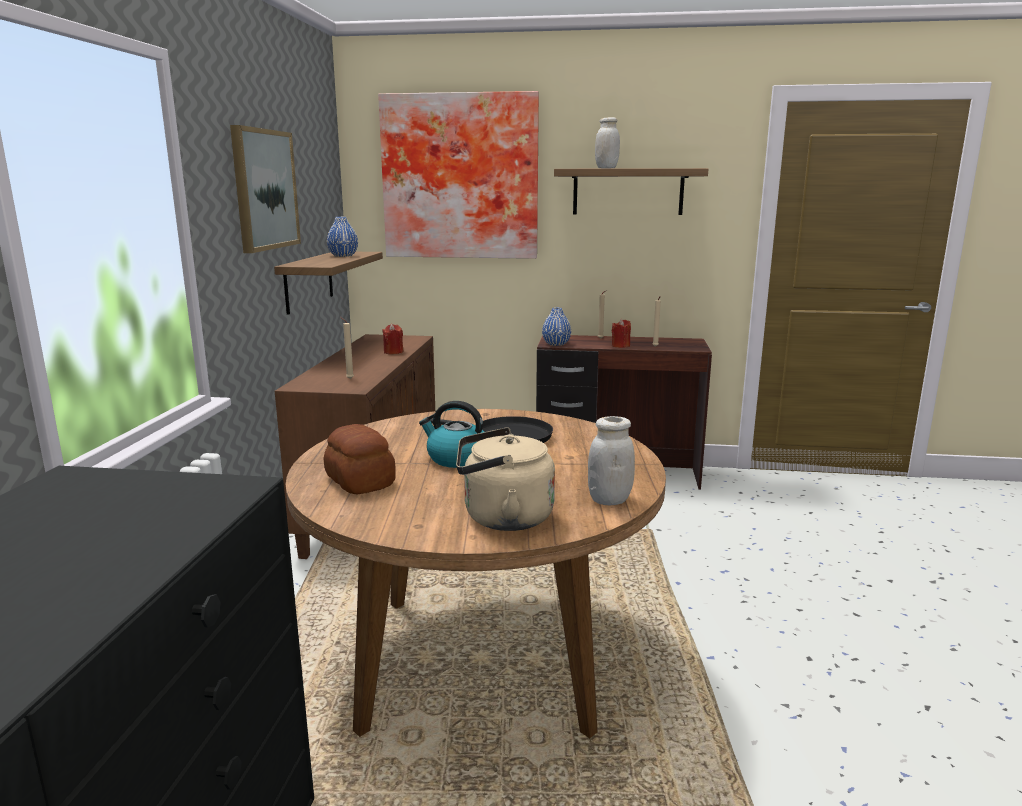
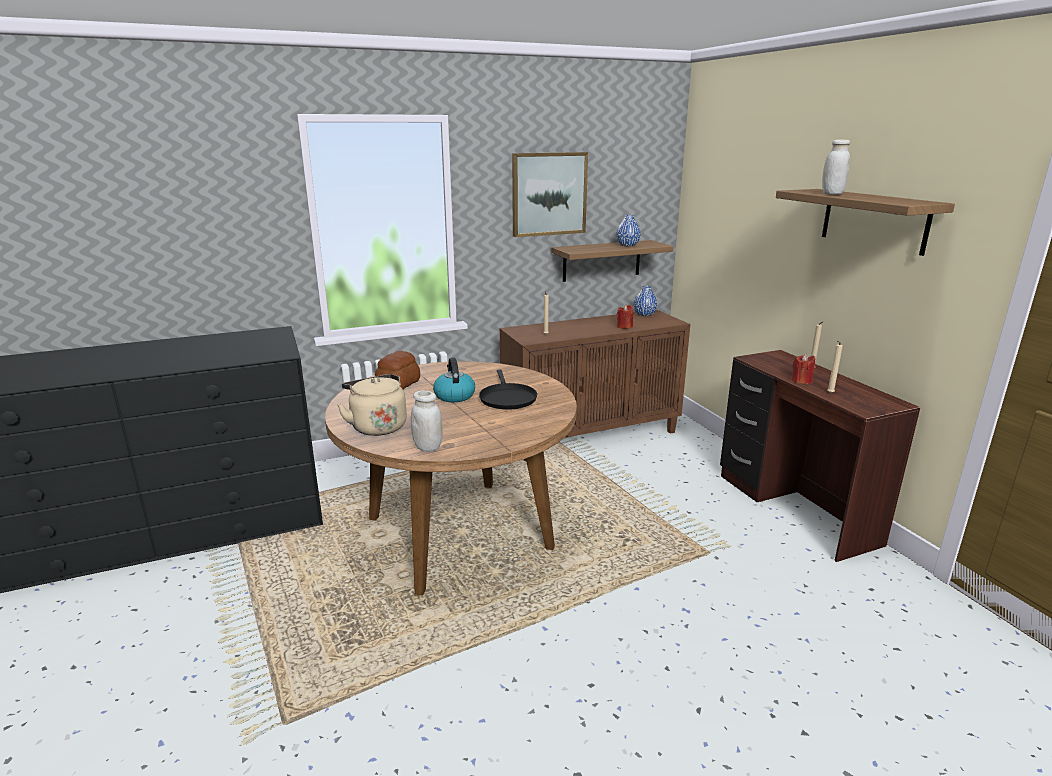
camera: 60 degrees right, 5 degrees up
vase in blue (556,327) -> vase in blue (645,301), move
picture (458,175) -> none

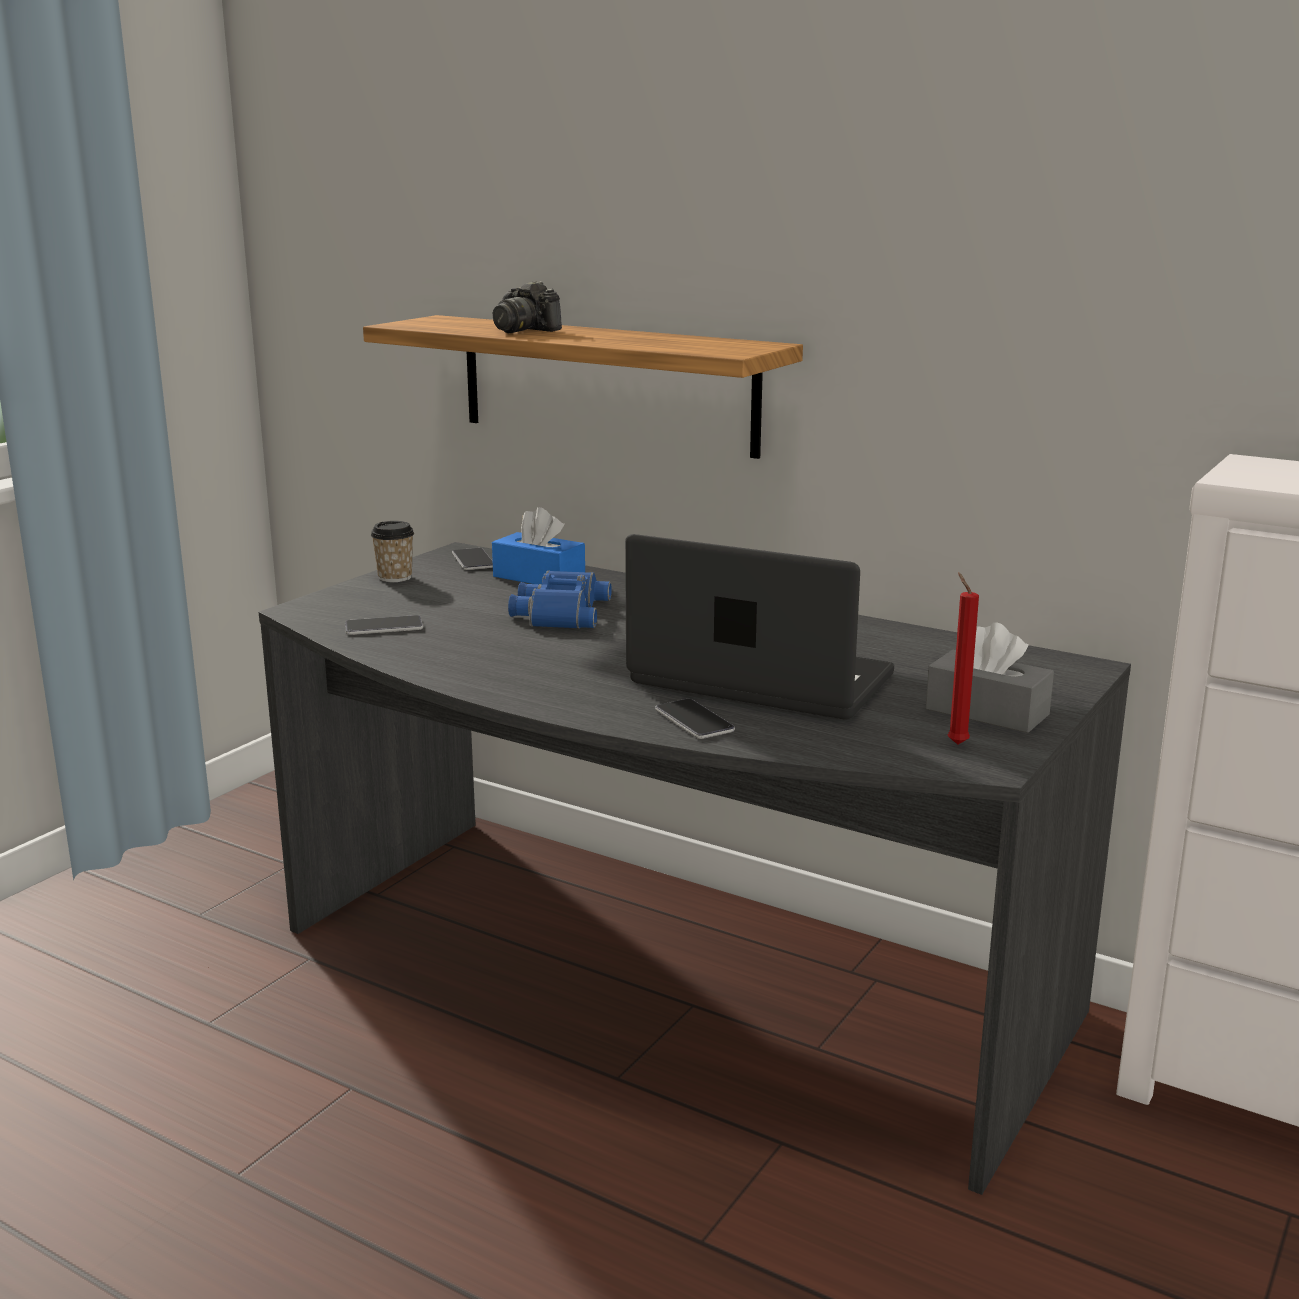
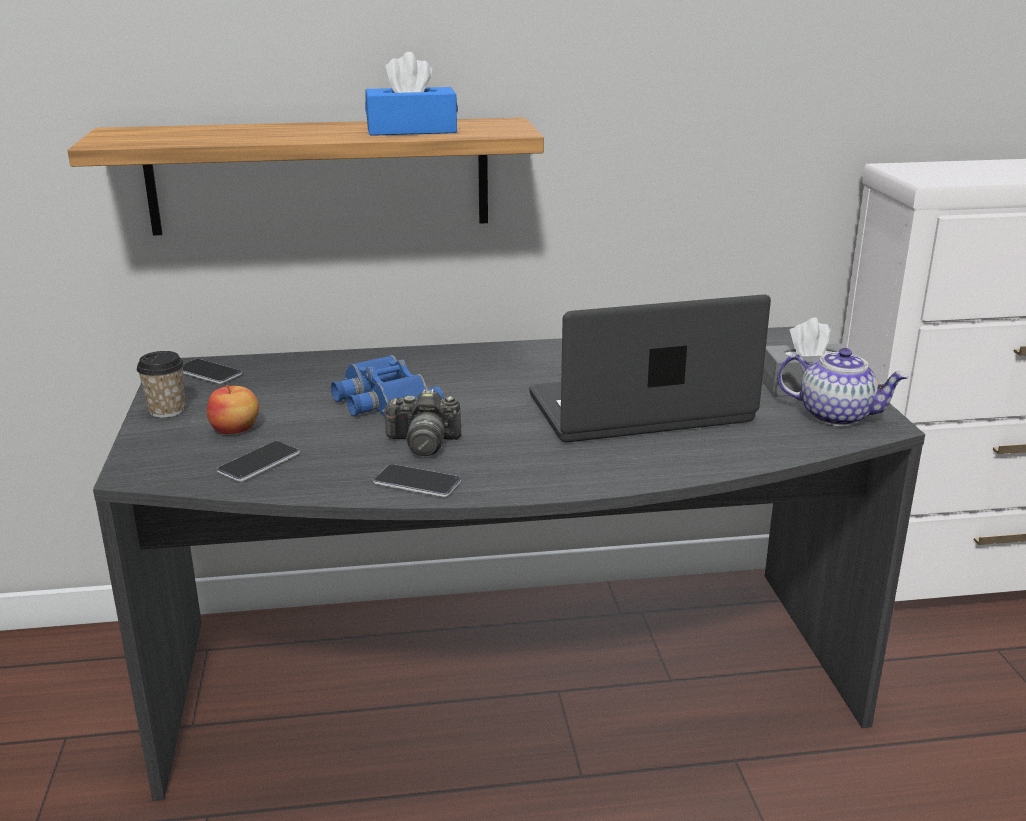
camera: 40 degrees left, 5 degrees up
none -> apple (233,409)
tissue box in blue (538,545) -> tissue box in blue (411,94), move
phone (695,719) -> phone (417,481), move
photo camera (527,307) -> photo camera (421,422), move
candle in red (963,658) -> teapot (843,387)

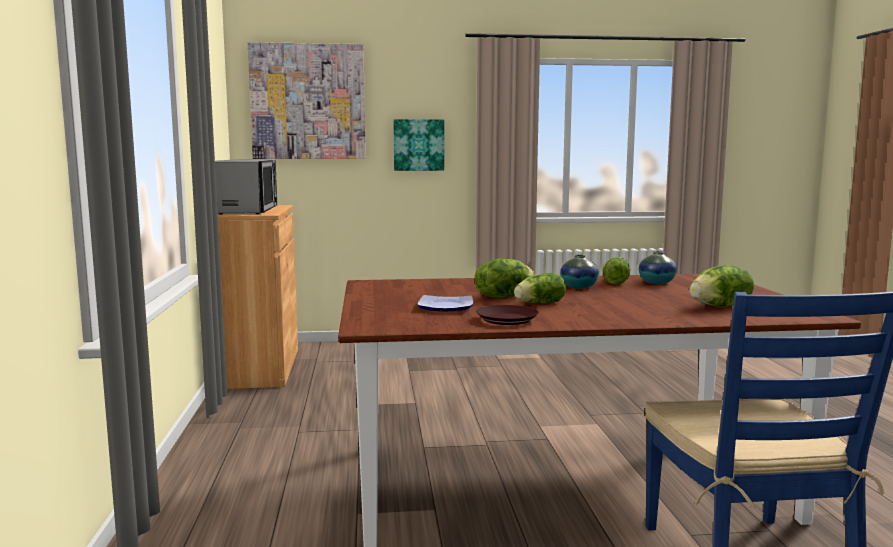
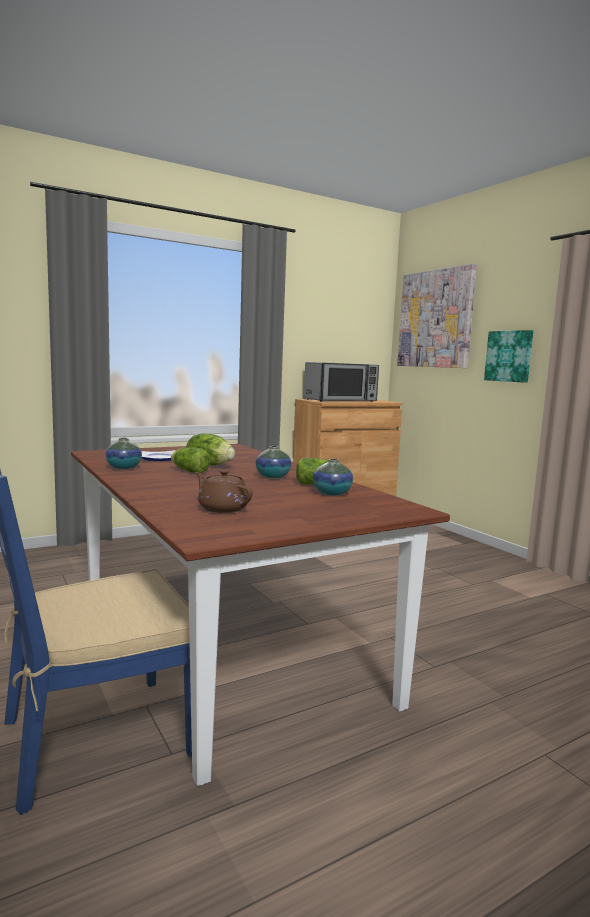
camera: 65 degrees right, 0 degrees up
plate in brown (507,315) -> vase (124,453)
lettuce (721,286) -> teapot in brown (224,491)

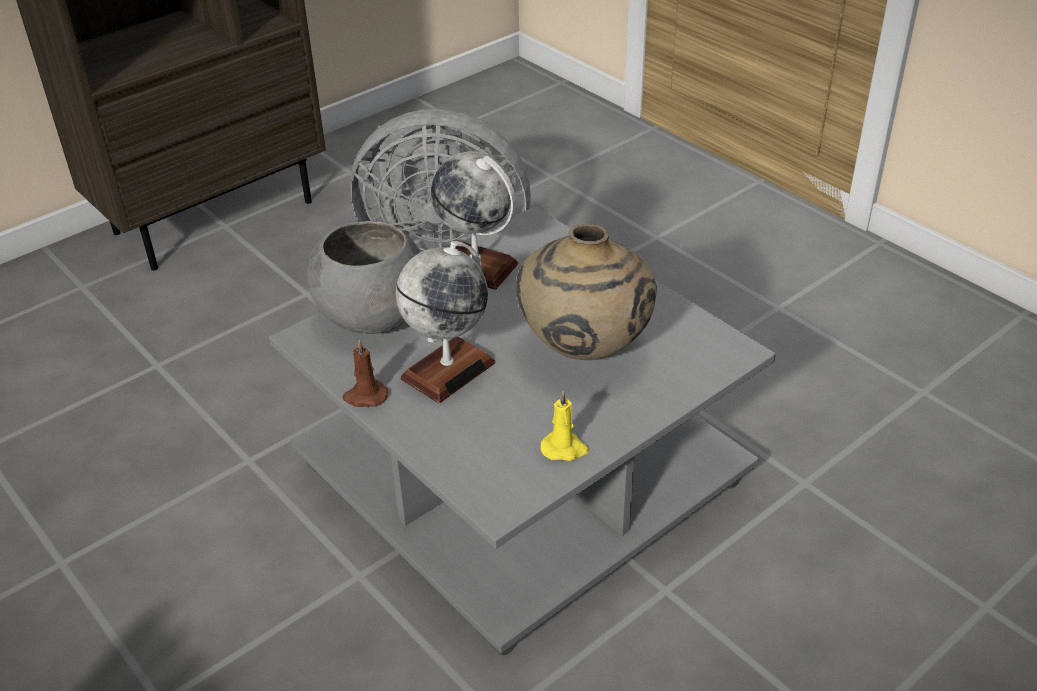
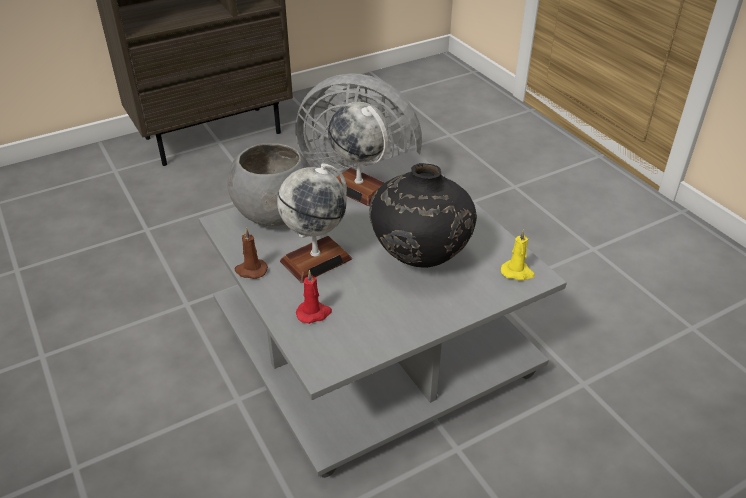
camera: 10 degrees right, 0 degrees up
none -> candle in red (314,297)
vase in beige (586,292) -> vase in black (423,215)
candle in yellow (565,425) -> candle in yellow (518,255), move

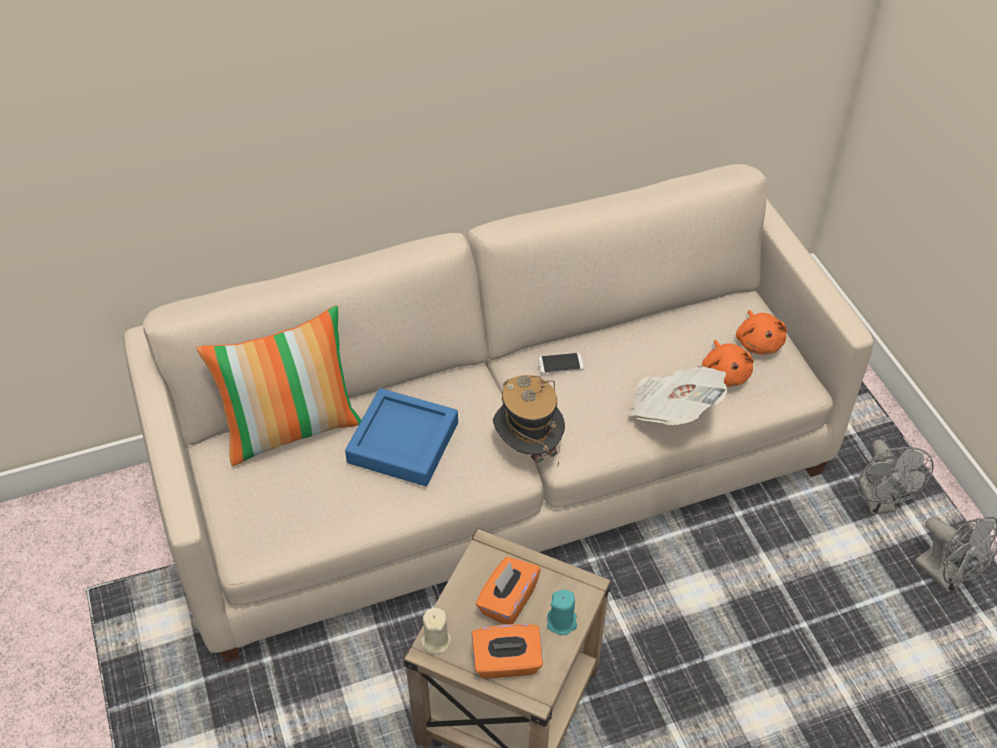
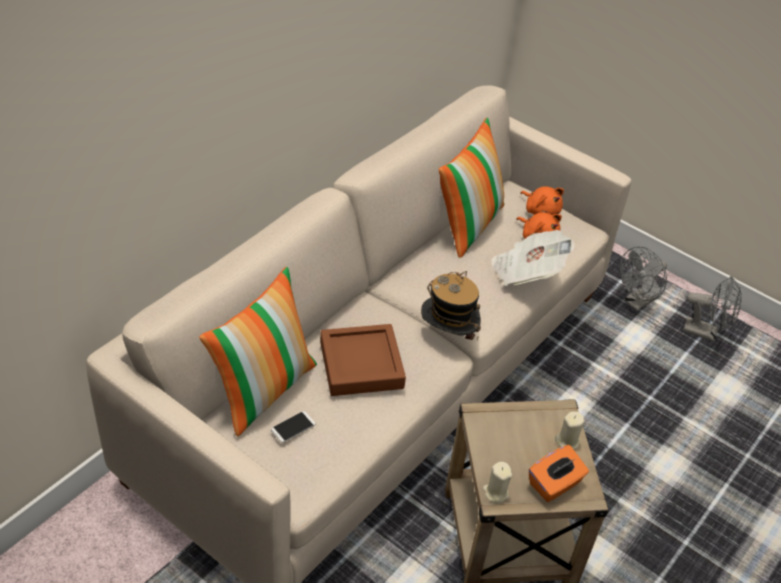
camera: 35 degrees left, 5 degrees down
phone (561,363) -> phone (293,427), move
tray in blue (401,437) -> tray in brown (363,360)
none -> pillow (471,188)
candle in turquoise (562,612) -> candle in beige (569,430)
fan in grey (896,476) -> fan in grey (643,279), 90 degrees clockwise
tissue box in orange (508,590) -> none

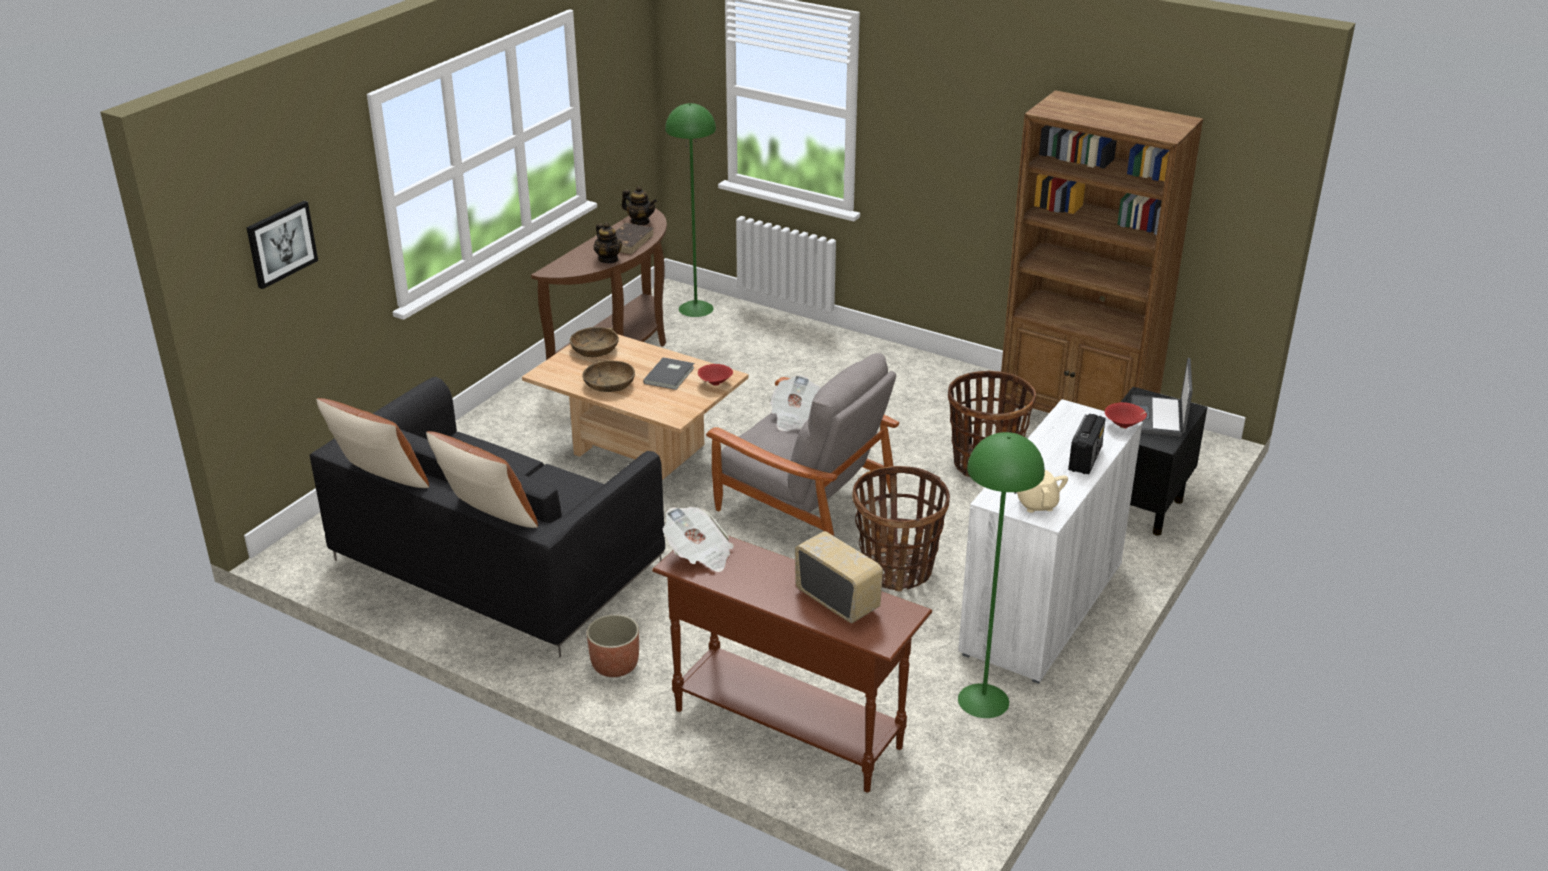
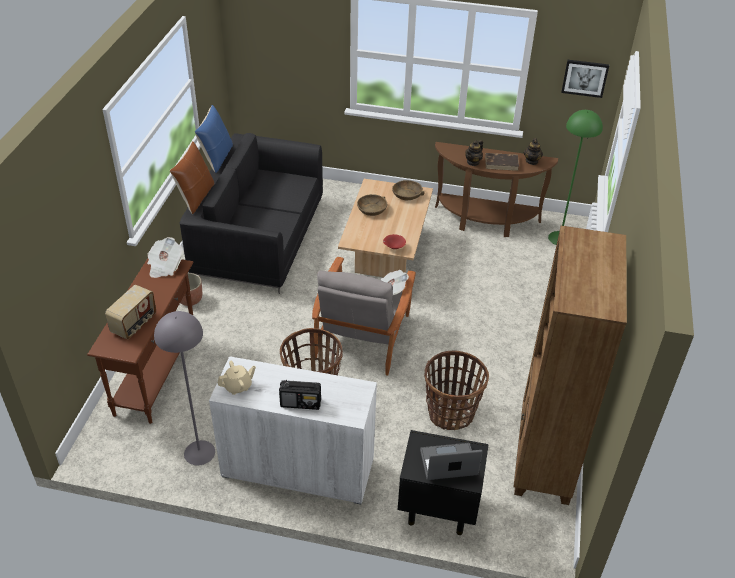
camera: 70 degrees right, 10 degrees up
floor lamp in green (1001,575) -> floor lamp in grey (184,388)
pillow in brown (372,443) -> pillow in blue (214,139)
picture (282,245) -> picture (585,79), move
book in grey (669,373) -> none
bowl in red (1126,415) -> none

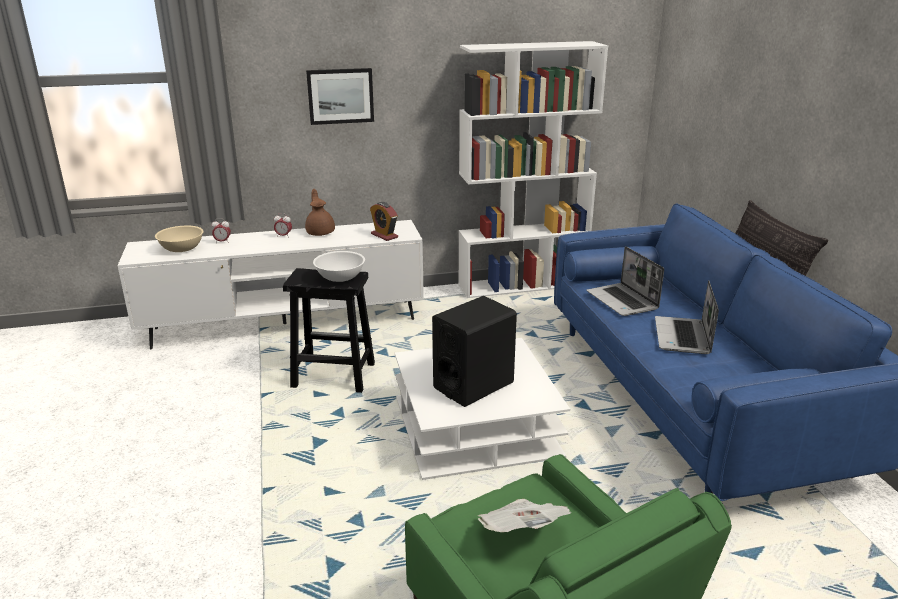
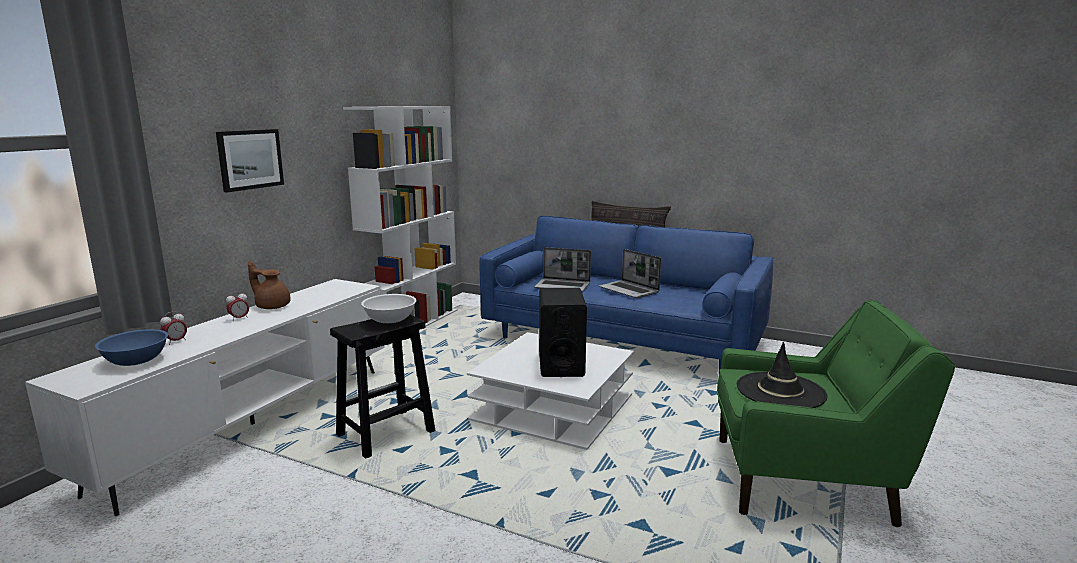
camera: 50 degrees left, 10 degrees down
bowl in beige (179,239) -> bowl in blue (131,347)
newspaper (524,515) -> hat in black (782,375)
alarm clock (384,221) -> none

